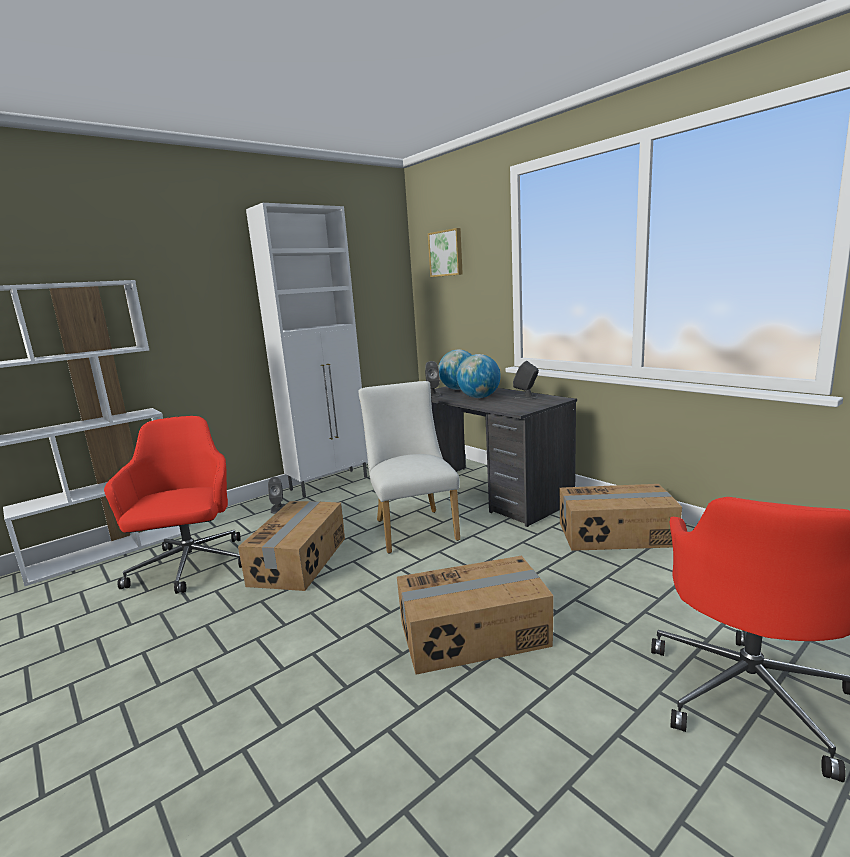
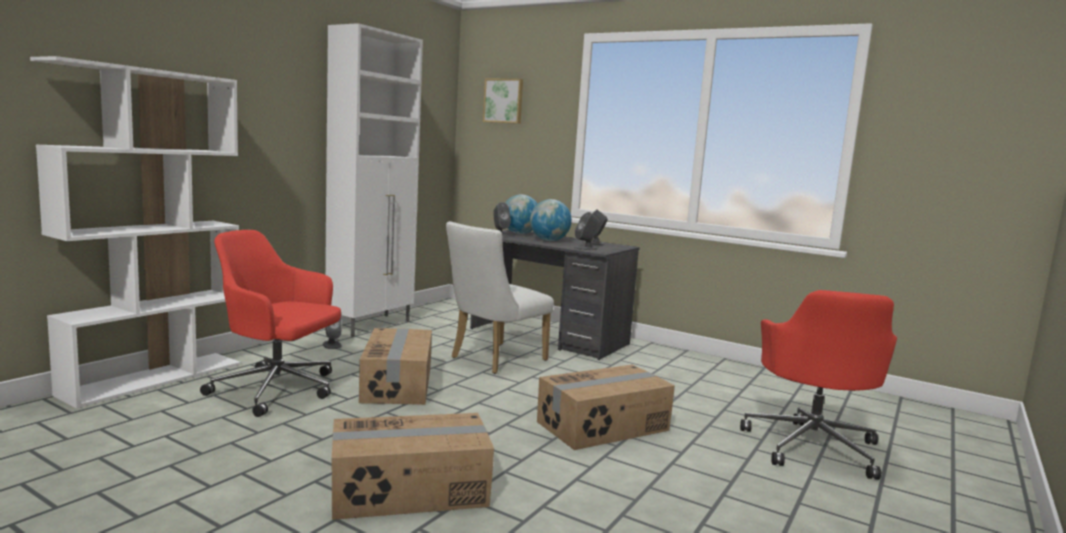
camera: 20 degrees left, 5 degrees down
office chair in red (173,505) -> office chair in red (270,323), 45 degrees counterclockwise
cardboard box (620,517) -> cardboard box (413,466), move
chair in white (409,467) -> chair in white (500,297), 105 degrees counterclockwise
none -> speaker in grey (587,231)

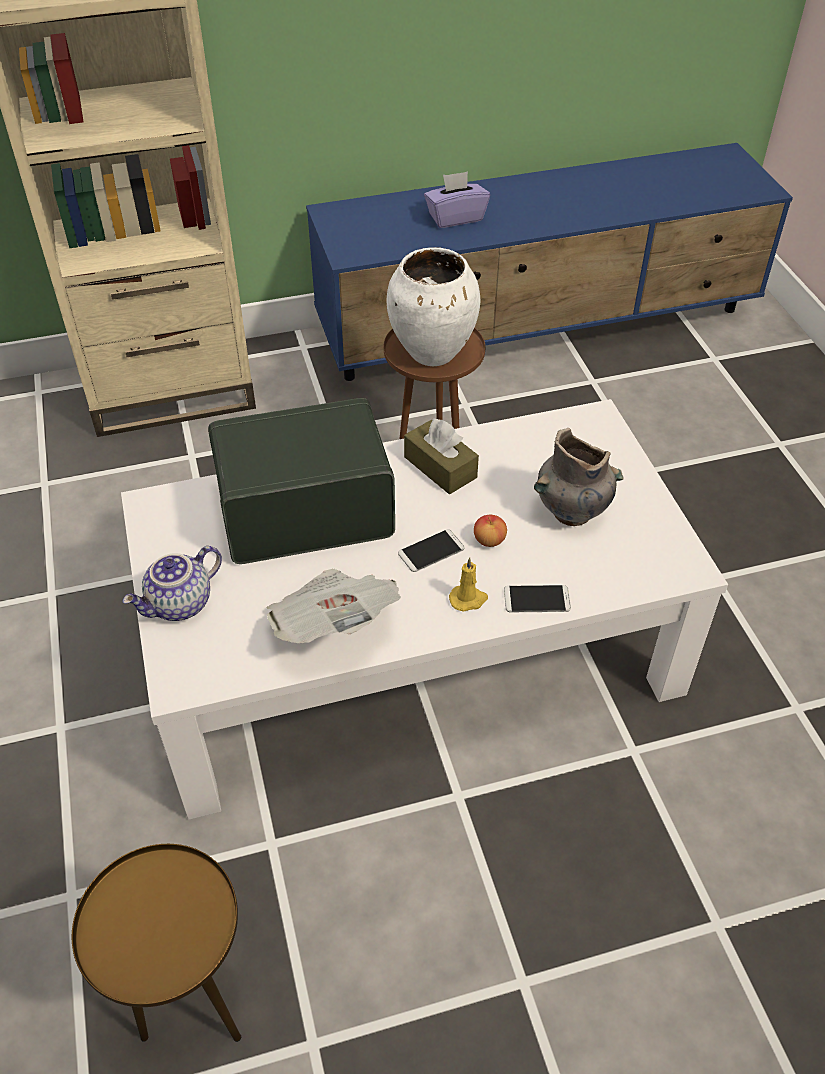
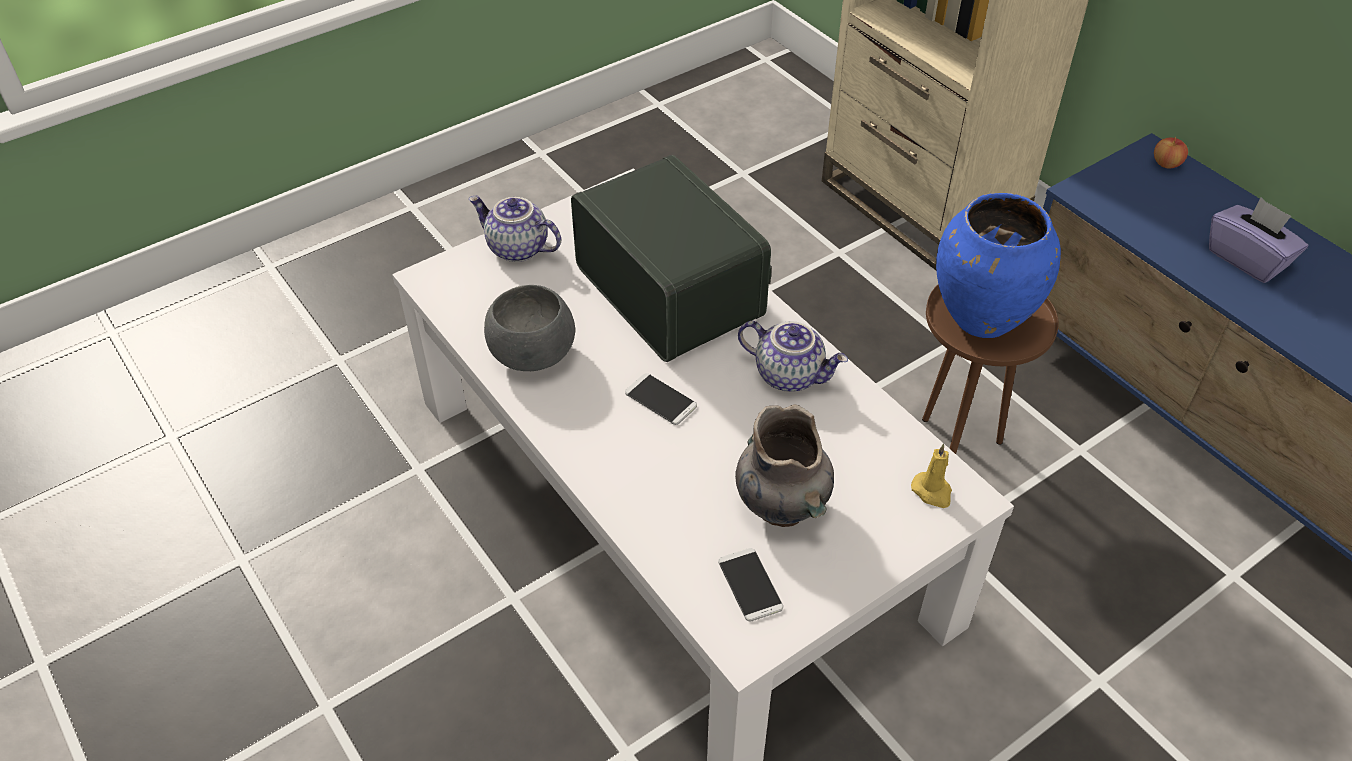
camera: 70 degrees right, 0 degrees up
newspaper (334,606) -> bowl in grey (529,328)
phone (537,598) -> phone (750,585), move
tissue box in brown (441,456) -> teapot (793,356)
candle in yellow (468,585) -> candle in yellow (931,476), move
vase in white (433,306) -> vase in blue (998,265)
apple (490,531) -> apple (1171,152), move
side table in brown (156,943) -> none

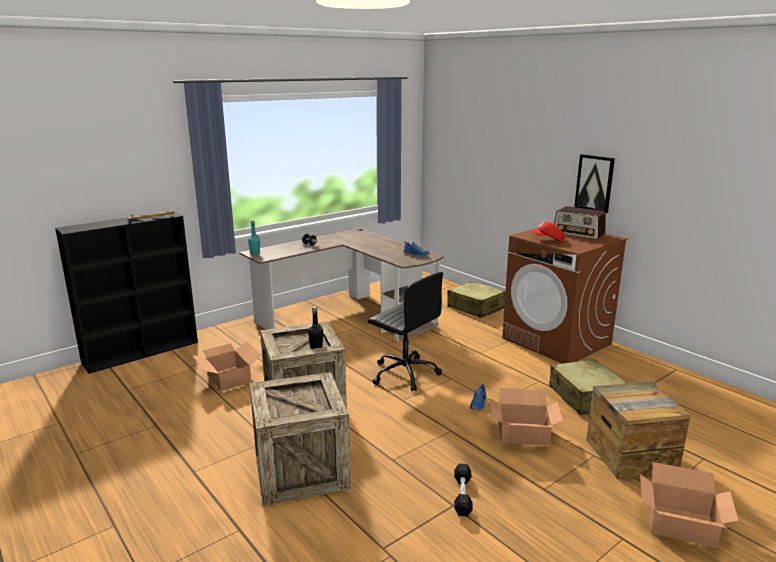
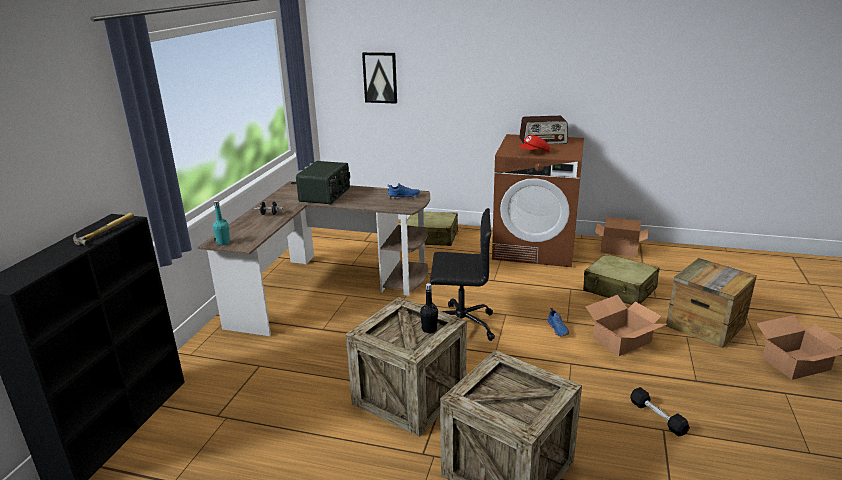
camera: 35 degrees left, 5 degrees up
none -> radio (323,183)
picture (594,183) -> picture (379,78), move
cardboard box (226,366) -> cardboard box (621,237), move

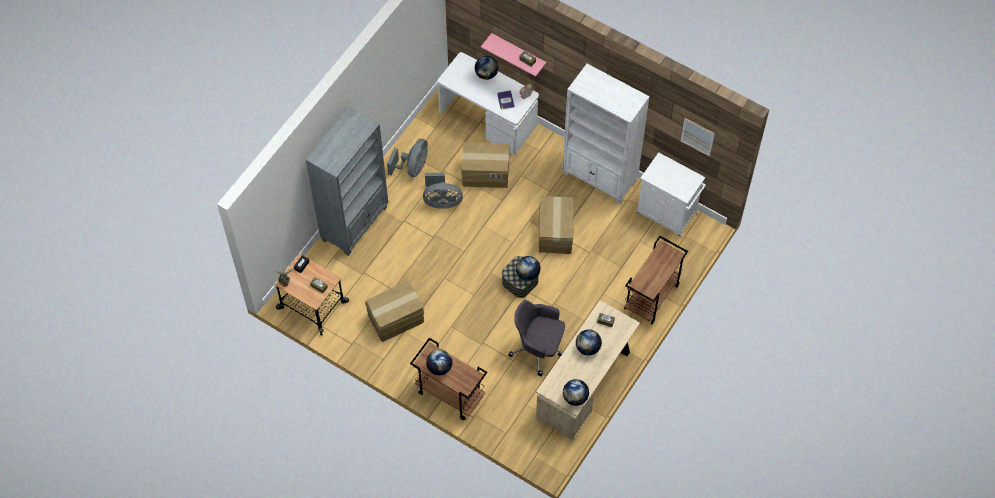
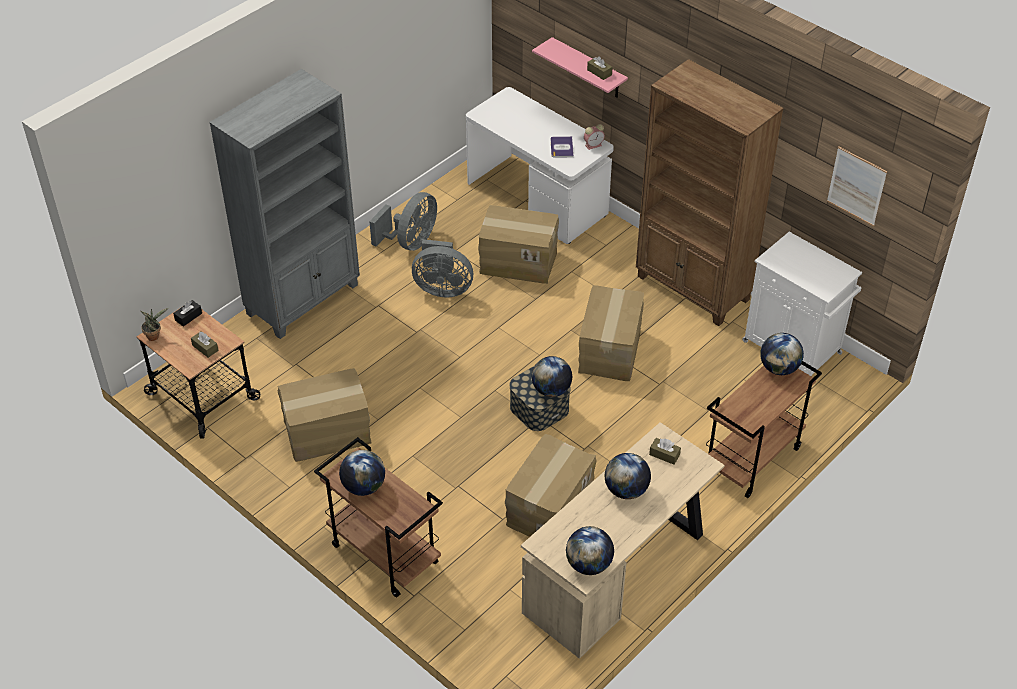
camera: 10 degrees right, 15 degrees down
office chair in grey (536,338) -> cardboard box (551,485)
bookcase in white (606,134) -> bookcase in brown (710,192)
globe (486,68) -> globe (782,354), move

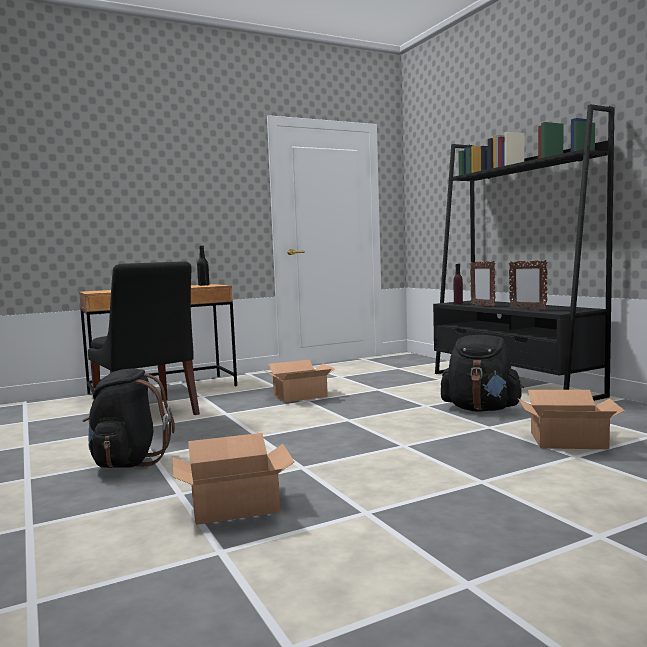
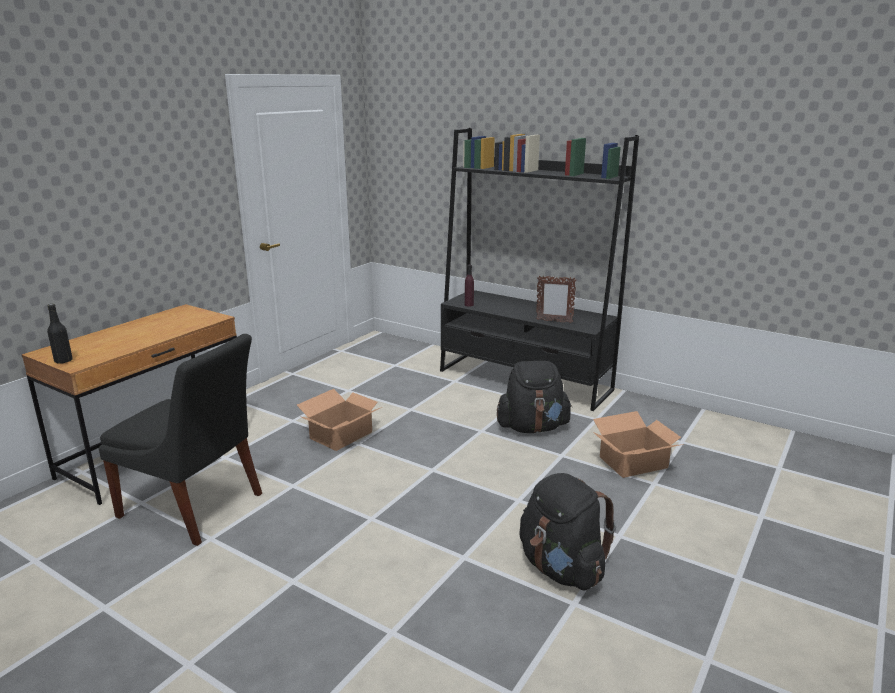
camera: 30 degrees left, 15 degrees up
bottle in black (203,265) -> bottle in black (60,334), move
backpack in black (128,418) -> backpack in black (567,532), move
cardboard box (233,479) -> none
picture frame (482,284) -> none

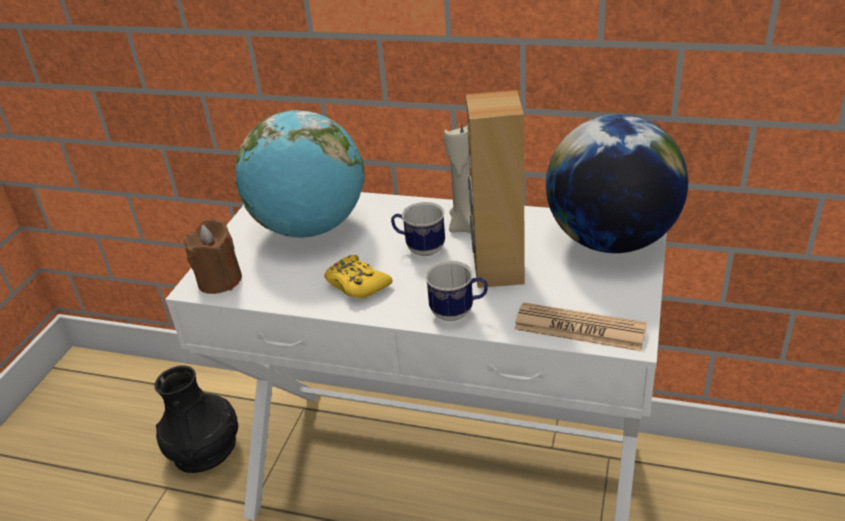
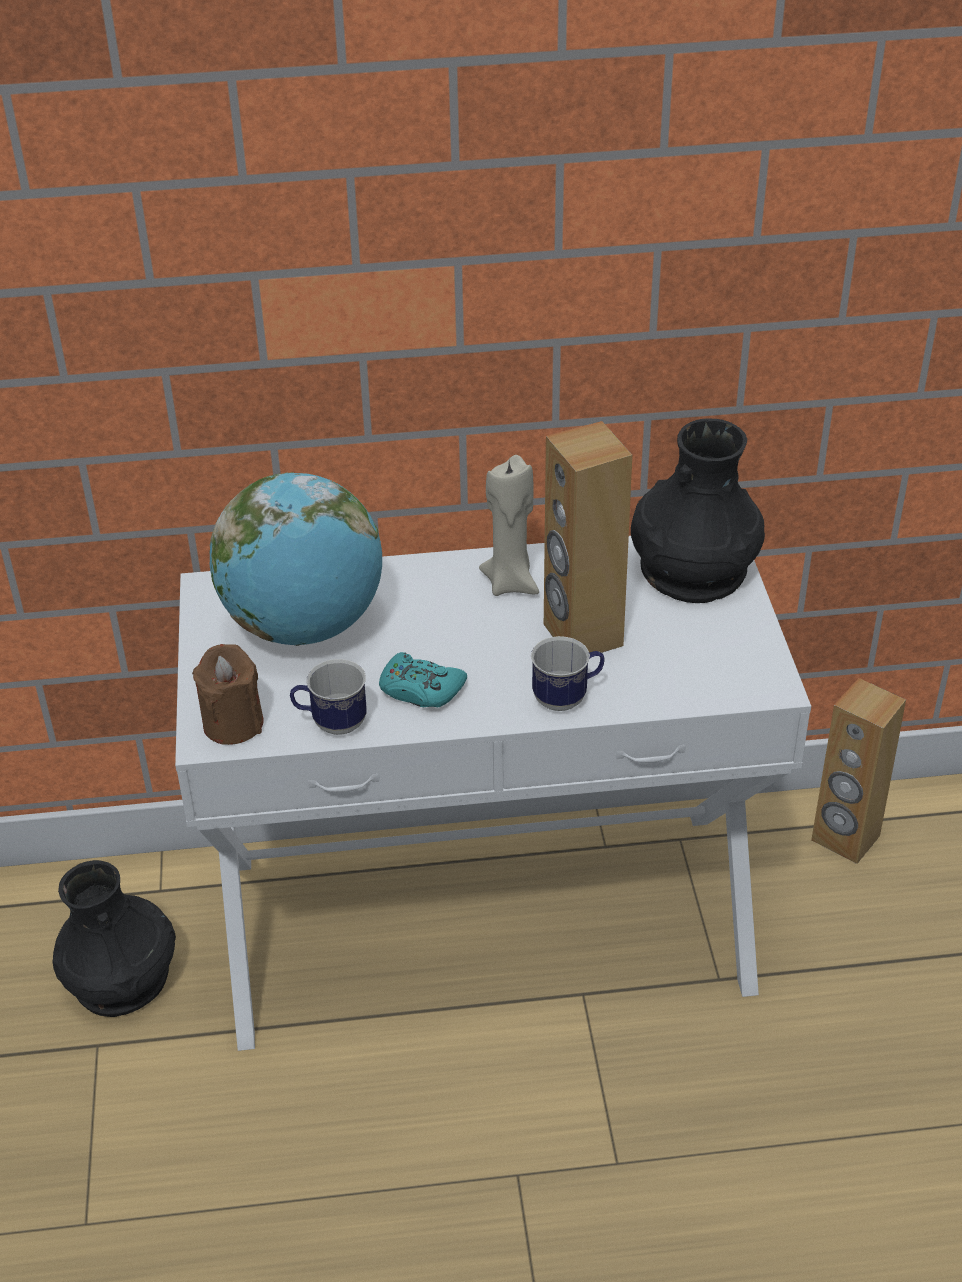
camera: 25 degrees left, 5 degrees up
mug (418,229) -> mug (328,697), move
game controller in yellow (358,277) -> game controller in turquoise (423,679)
globe (617,183) -> vase in black (698,511)
none -> speaker in brown (858,771)
newspaper (580,326) -> none

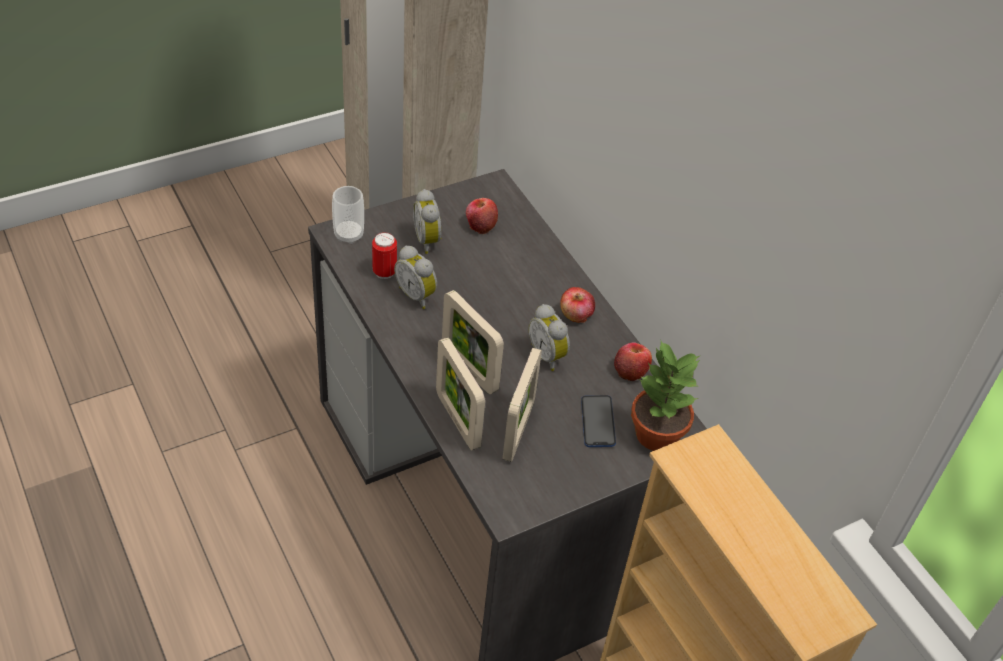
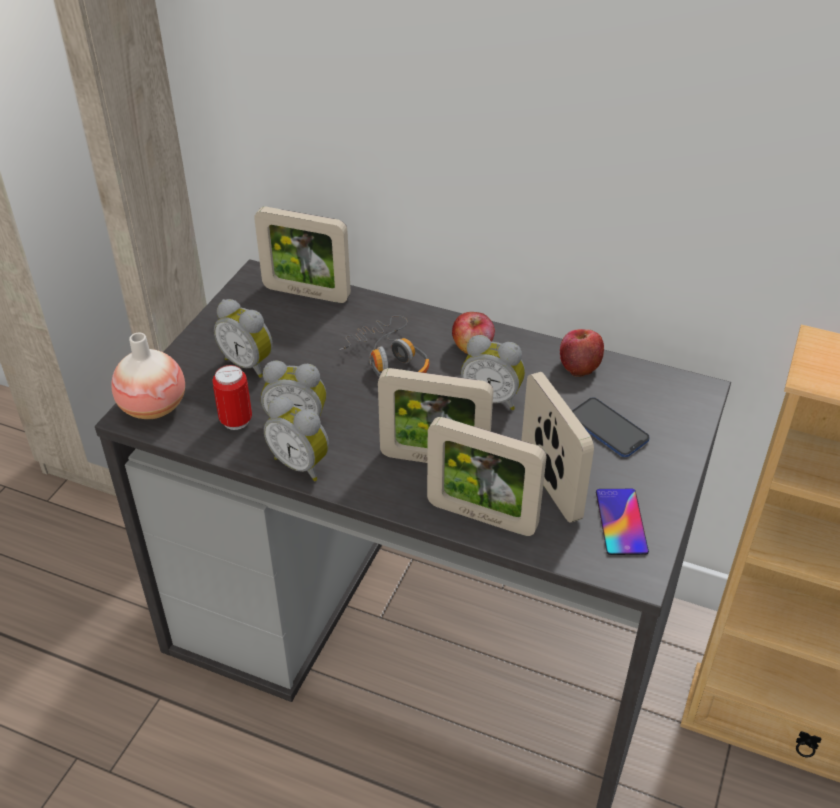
camera: 35 degrees left, 5 degrees down
cup (348,215) -> vase (148,376)
none -> picture frame (302,255)
none -> alarm clock (296,438)
none -> headphones (384,346)
none -> phone (622,522)
apple (482,216) -> none
potted plant (665,396) -> none

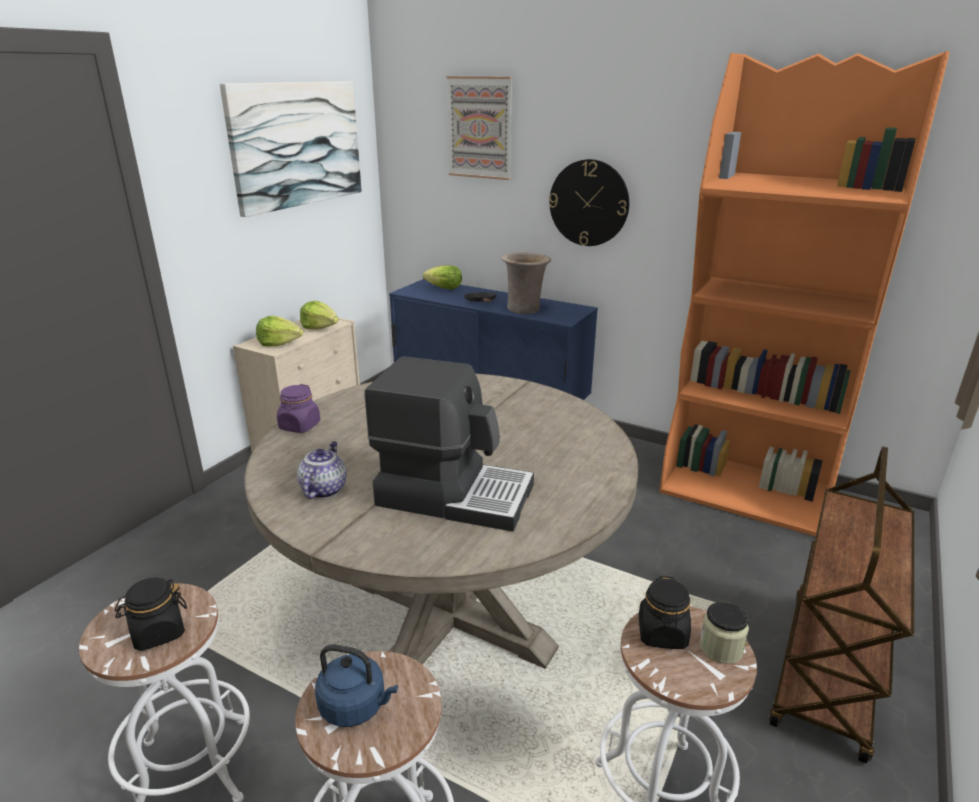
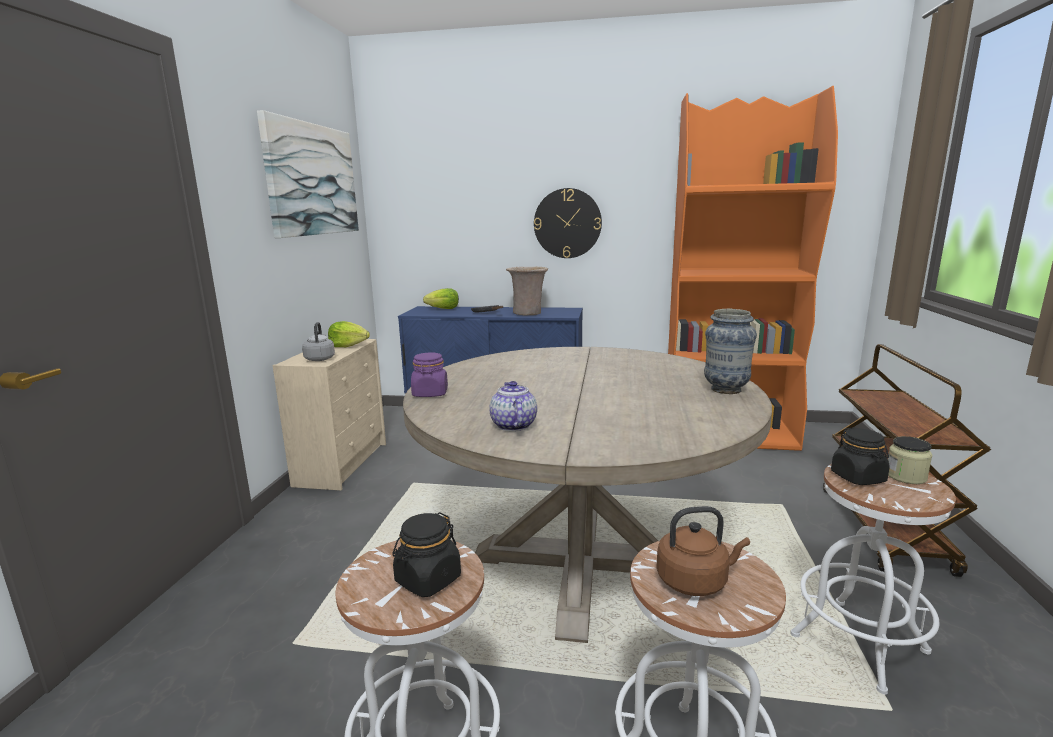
camera: 20 degrees left, 10 degrees down
lettuce (279,331) -> kettle in grey (318,341)
kettle in blue (356,685) -> kettle in brown (703,551)
none -> vase (730,351)
coffee machine (449,444) -> none
picture (479,128) -> none

